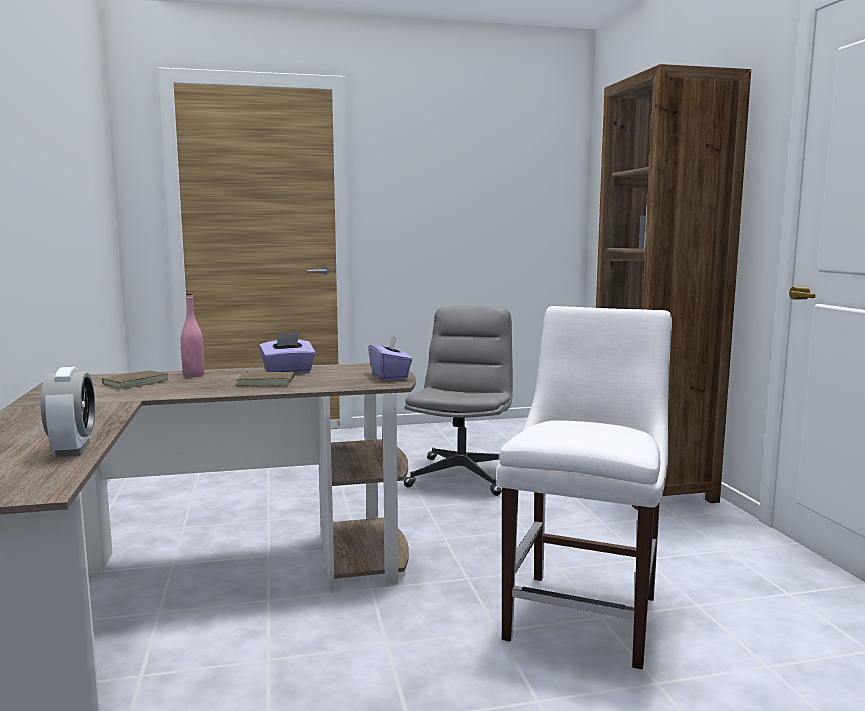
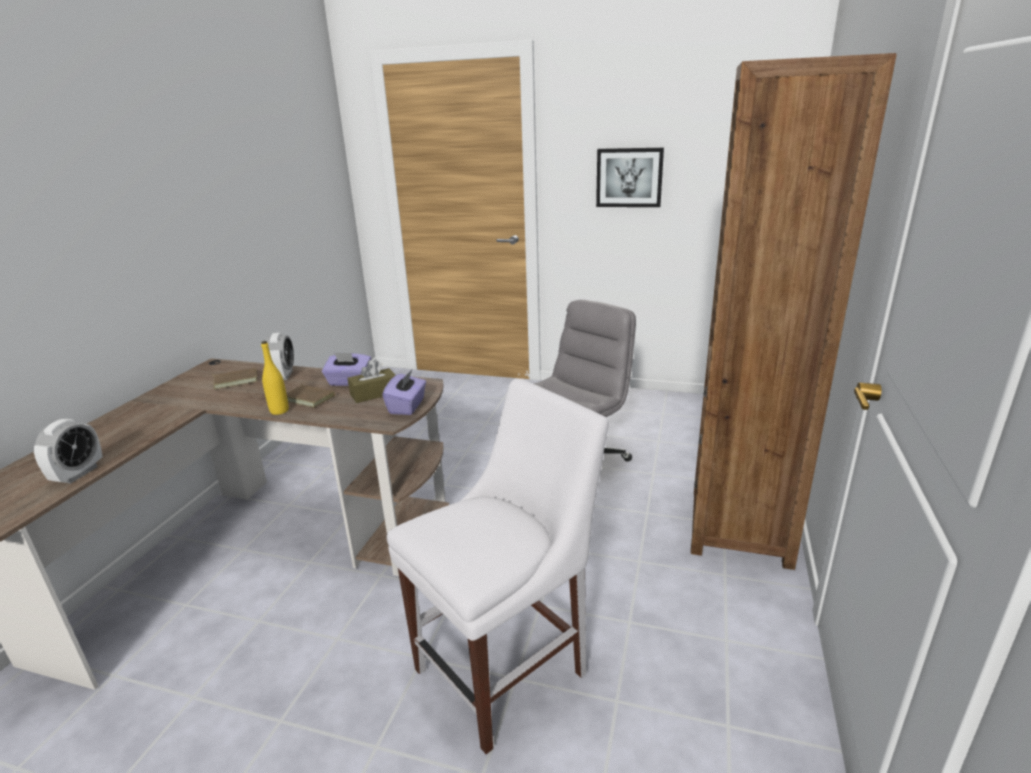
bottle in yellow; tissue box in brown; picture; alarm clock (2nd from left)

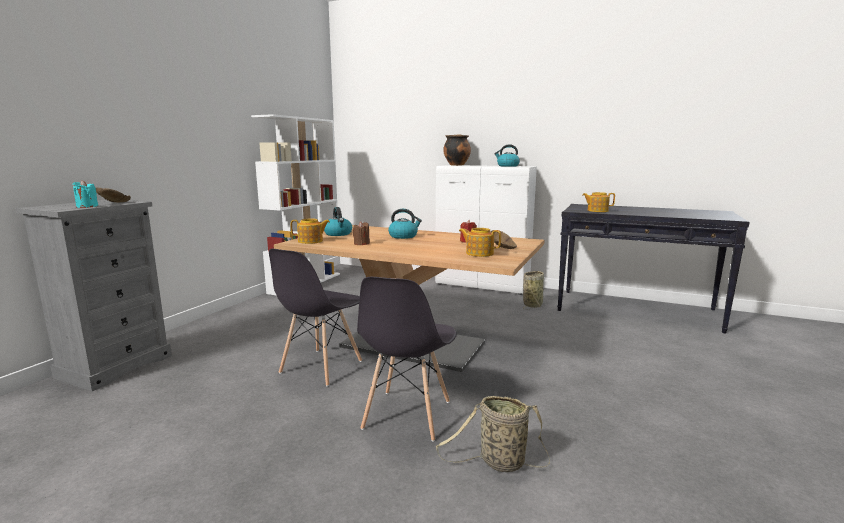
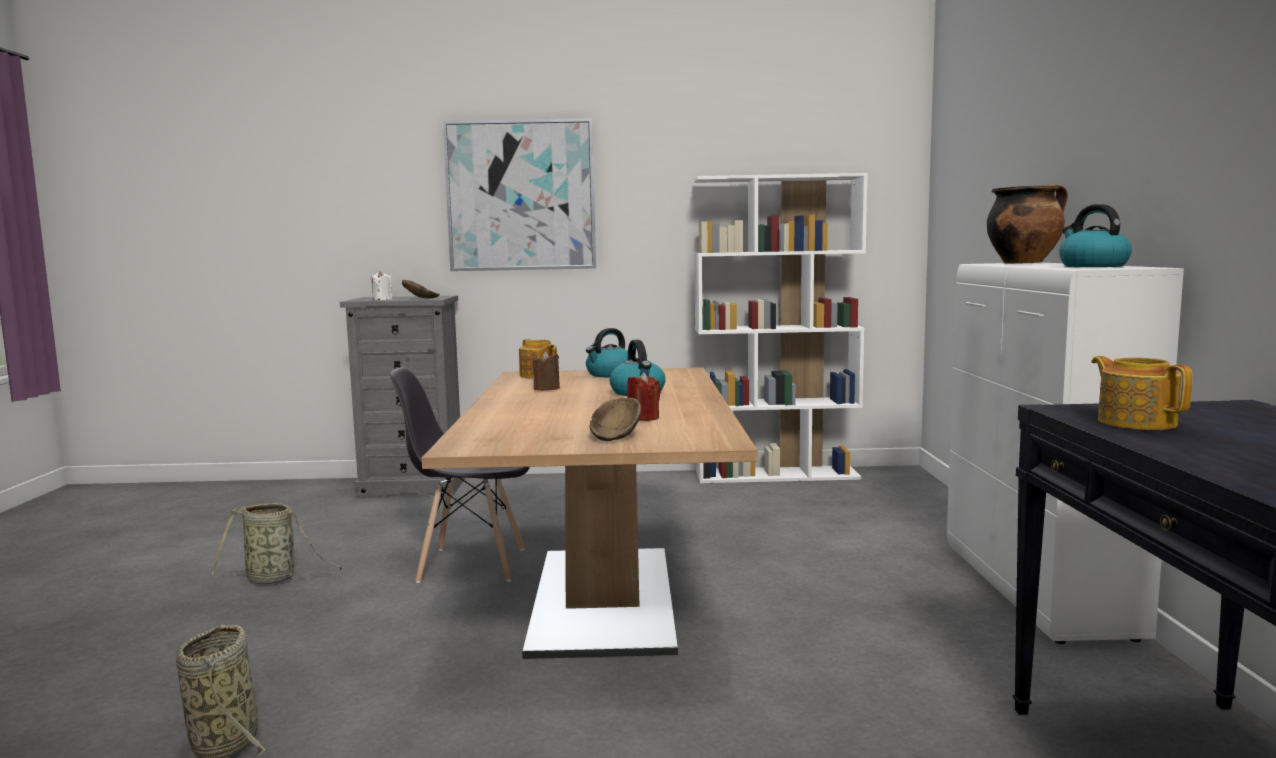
chair in grey (2nd from left in the first image); teapot (2nd from left in the first image); picture; basket (2nd from left); candle in white

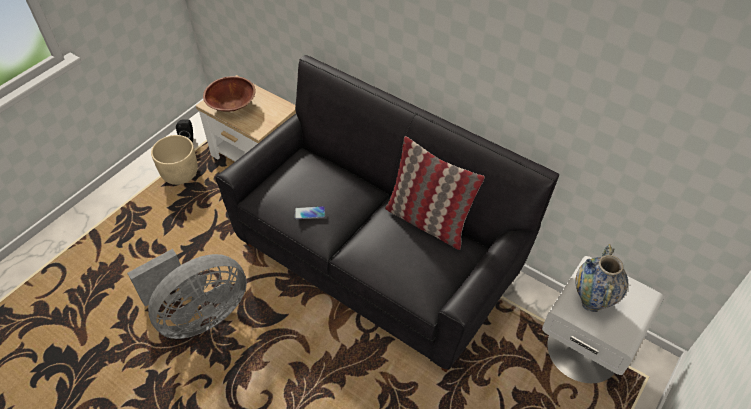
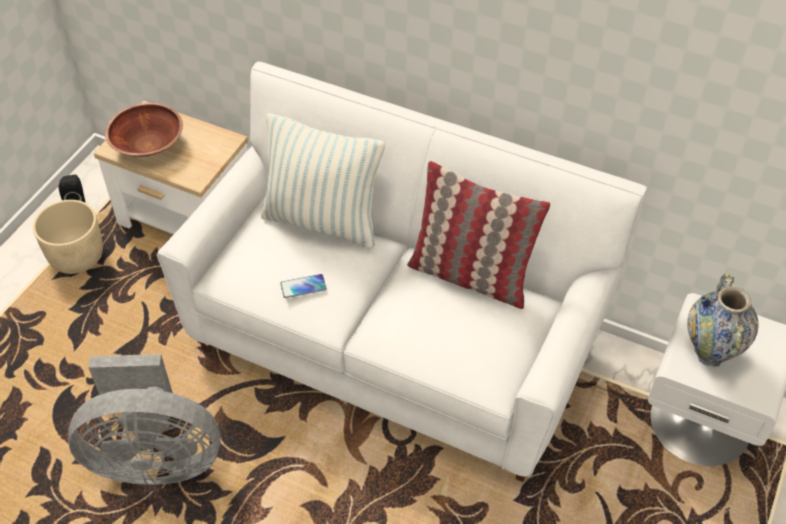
pillow (1st from left); sofa in white; fan in grey

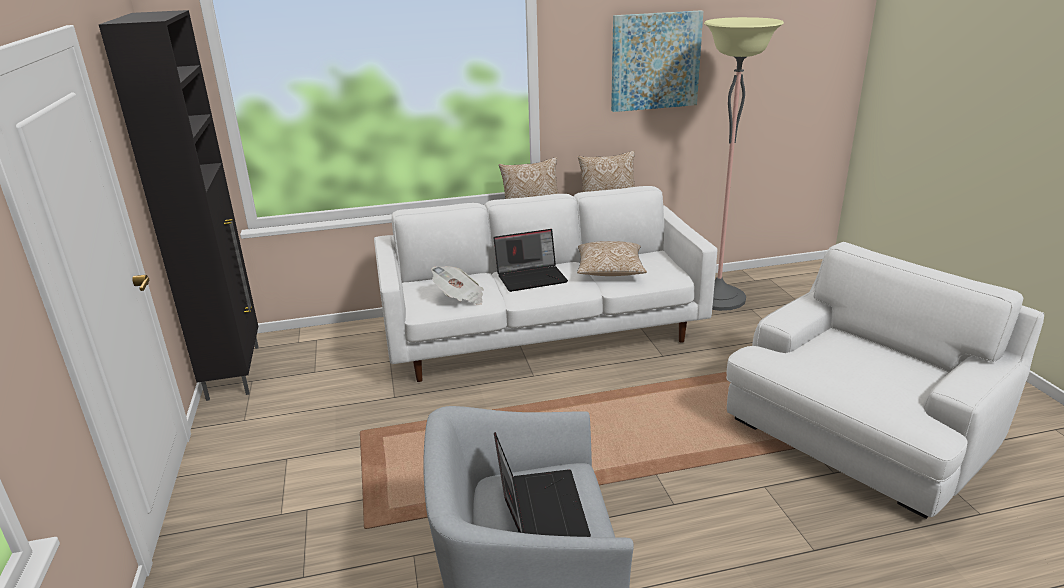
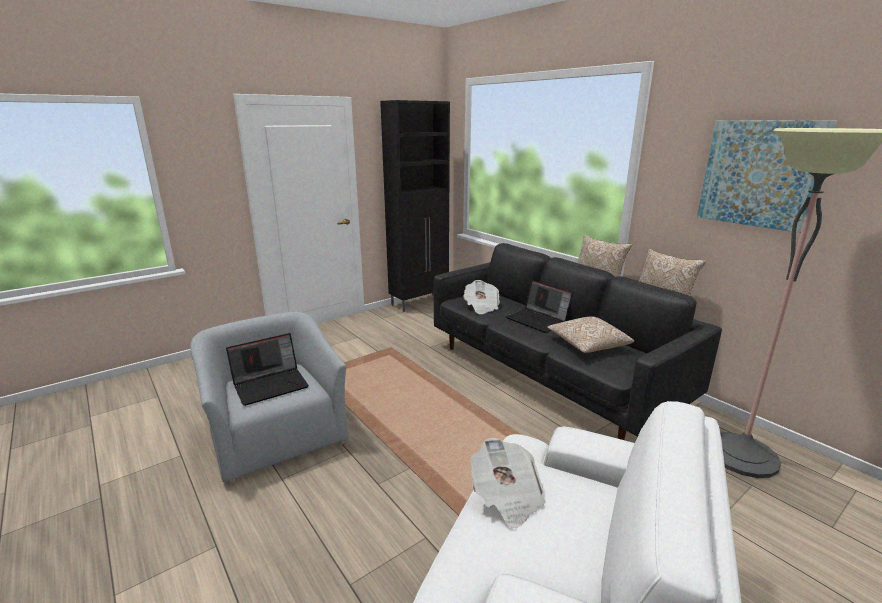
newspaper (2nd from left); sofa in black

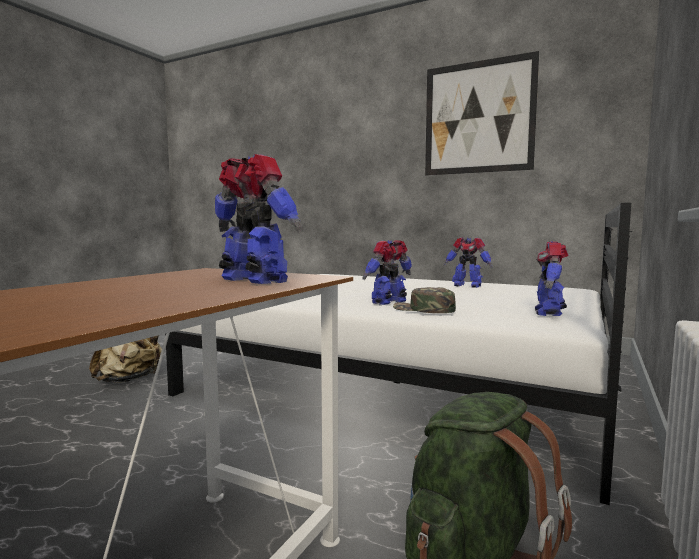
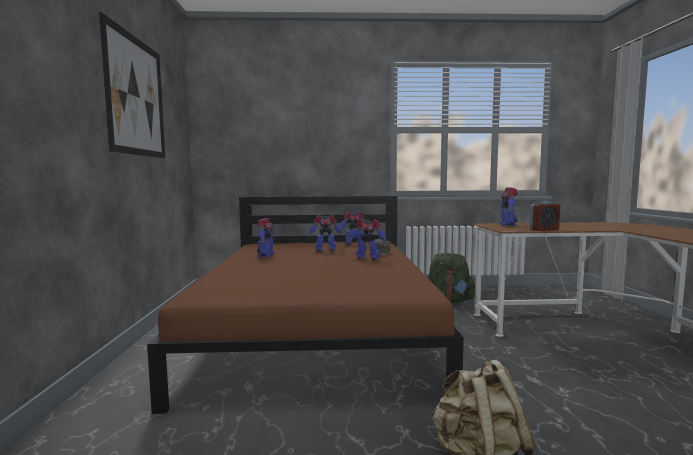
toy robot (2nd from left); alarm clock; bed in brown

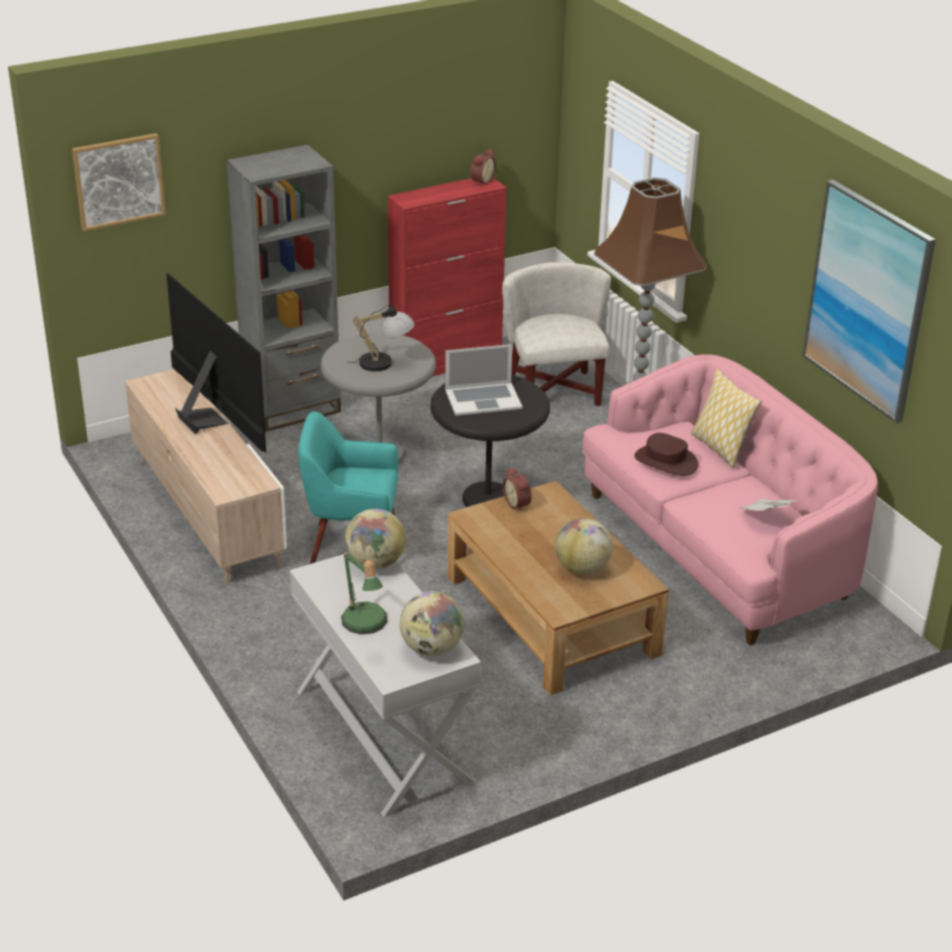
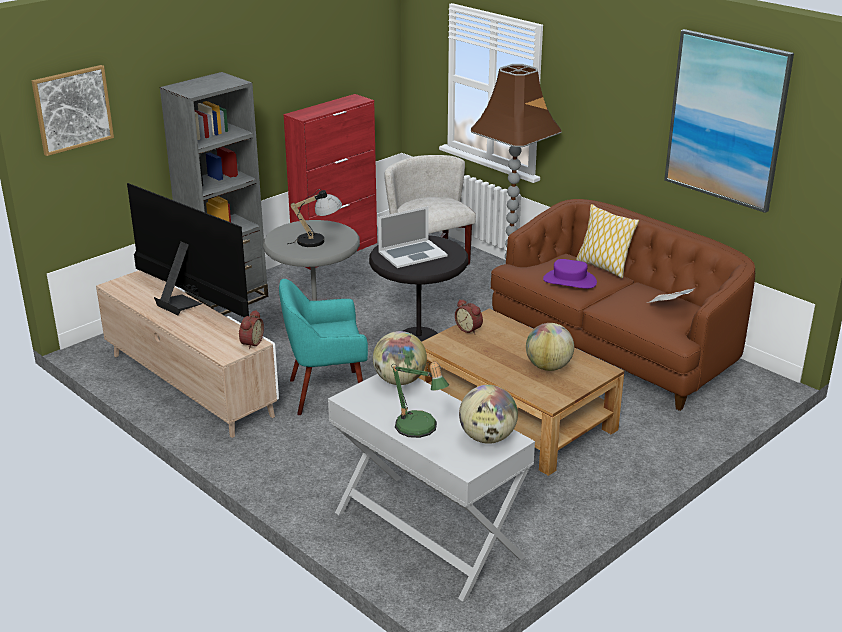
alarm clock (1st from left); sofa in brown; hat in purple

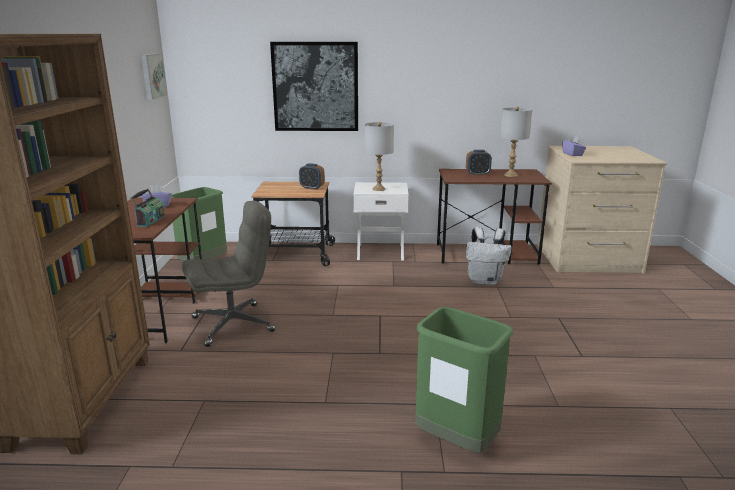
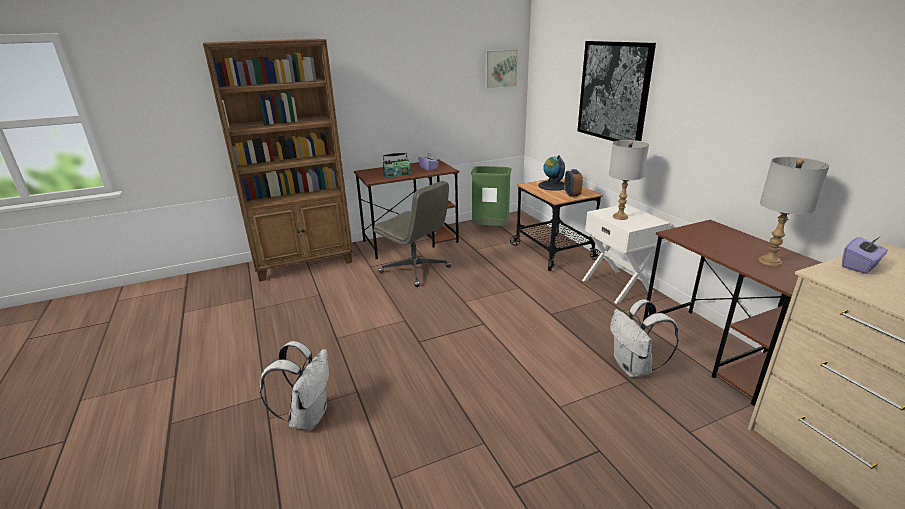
alarm clock (2nd from left in the first image); globe; backpack in white (1st from left)

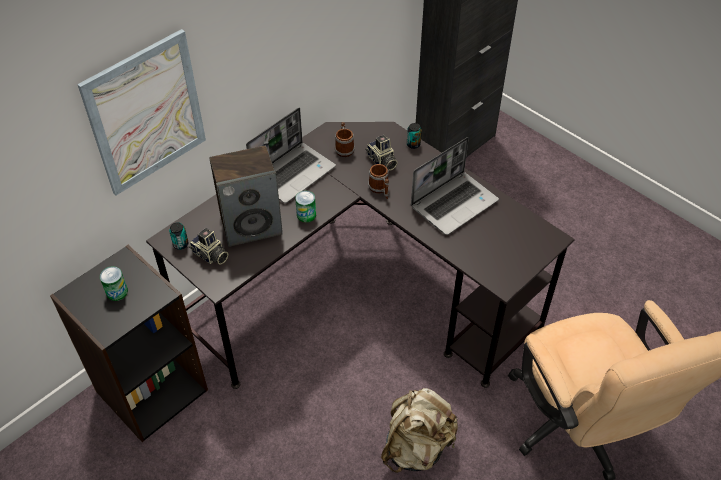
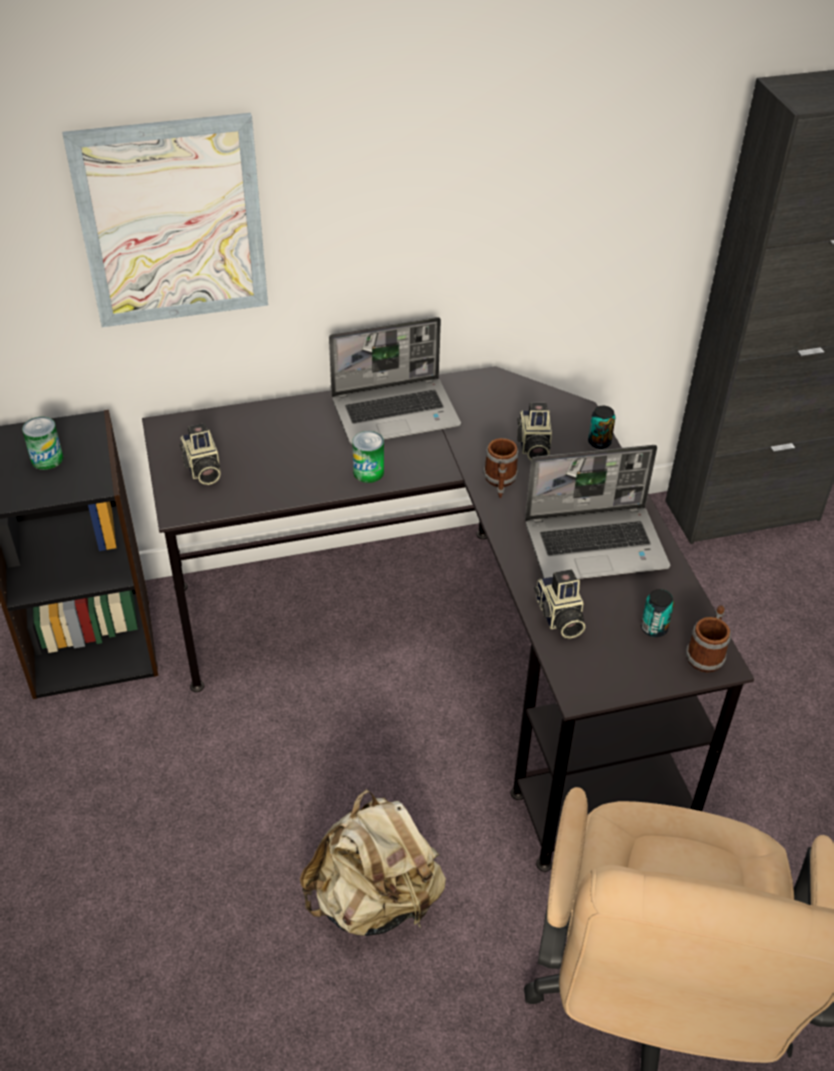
speaker; photo camera (3rd from left); can (4th from left); mug (2nd from left)

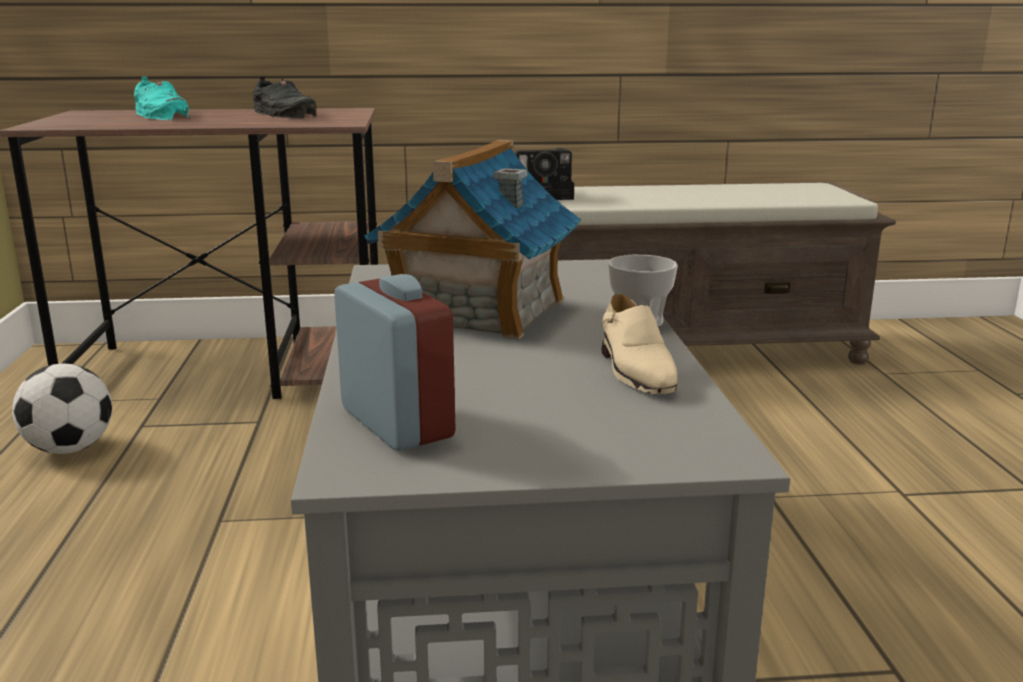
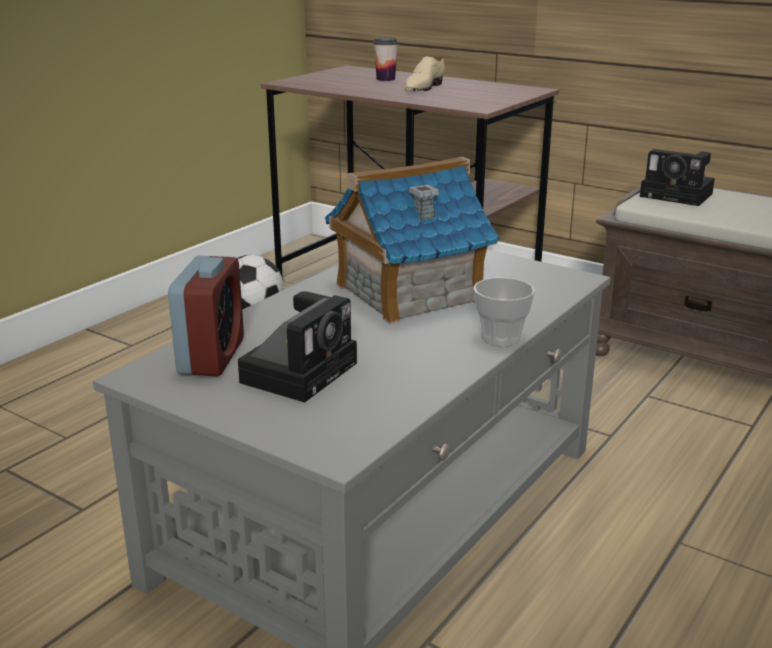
shoe in black; photo camera (1st from left); shoe in beige; cup (1st from left)

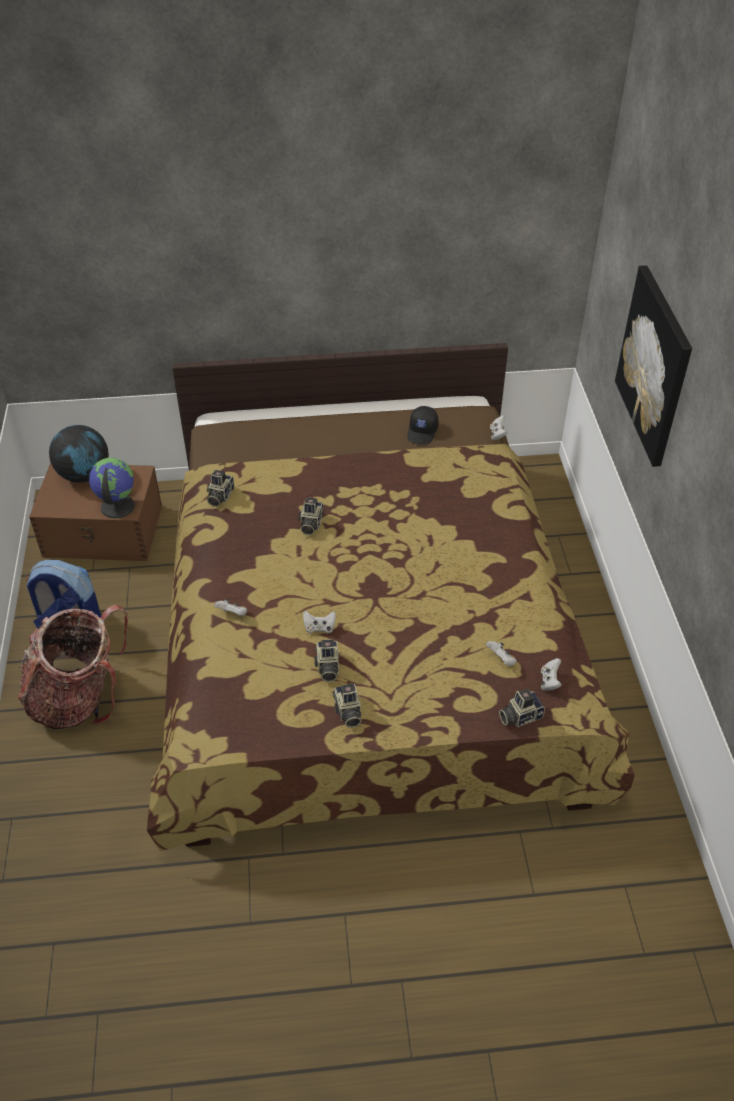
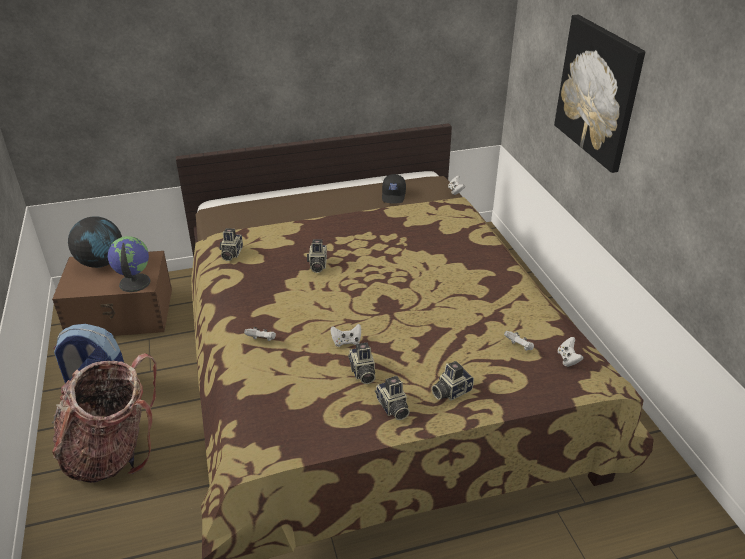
photo camera (5th from left)

